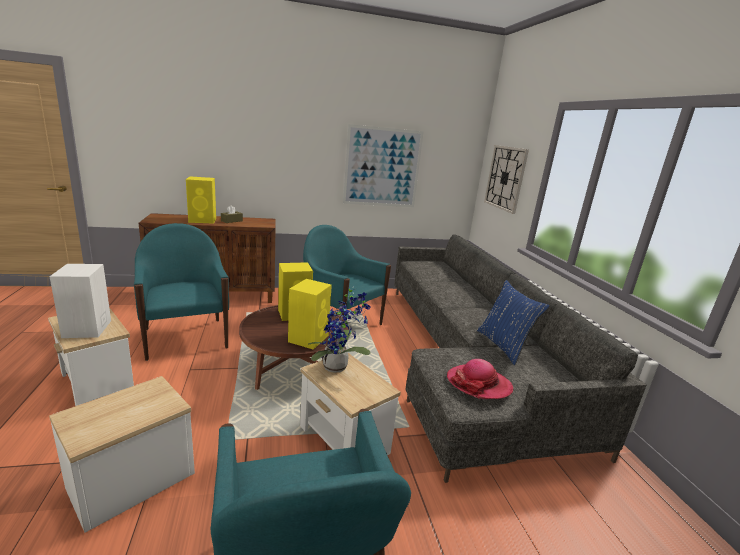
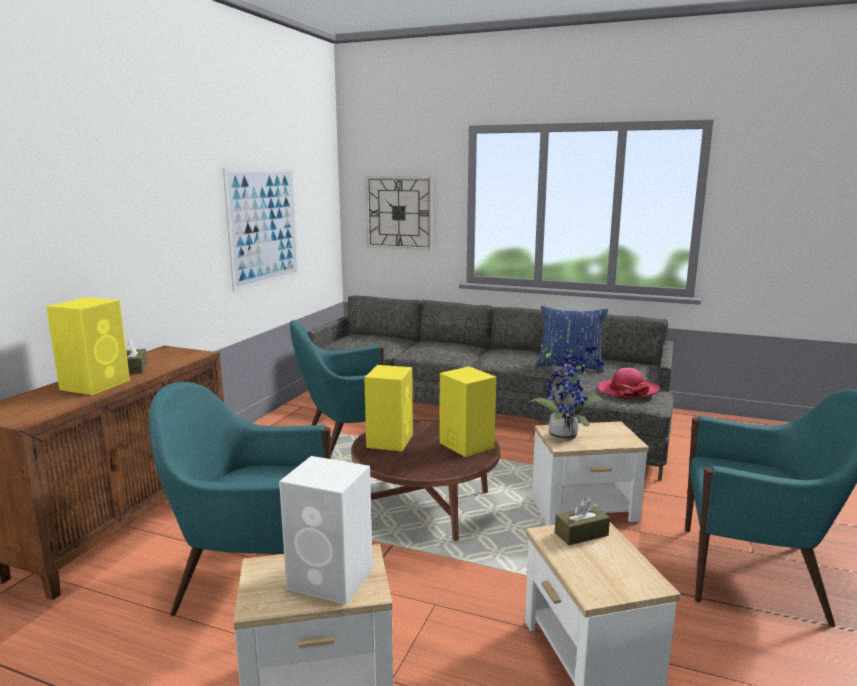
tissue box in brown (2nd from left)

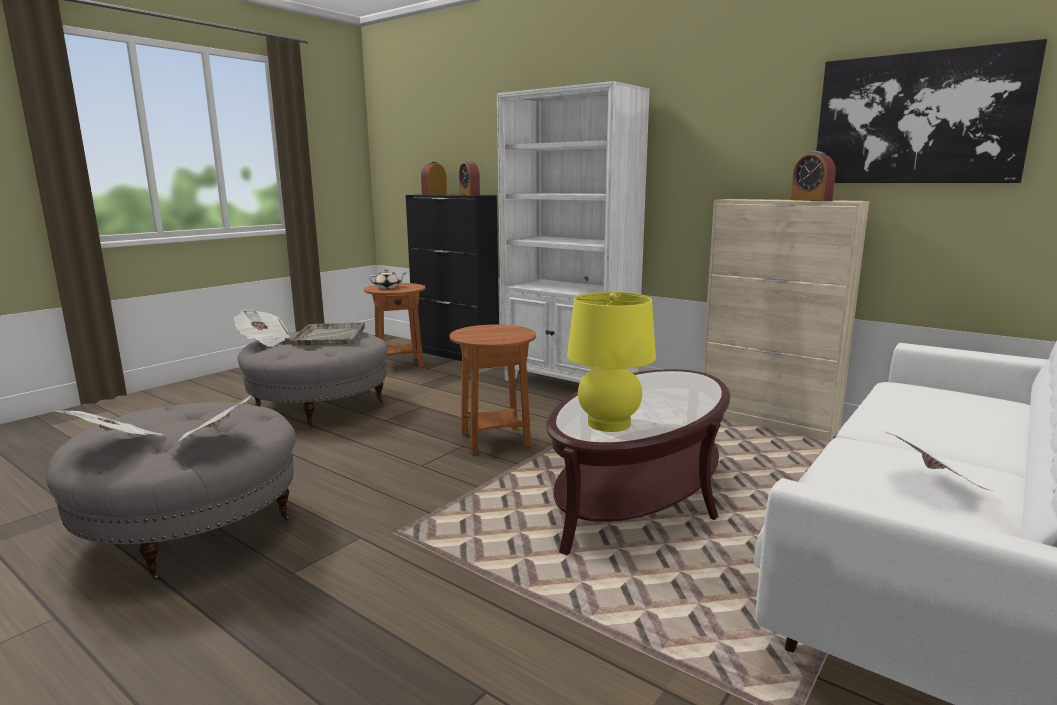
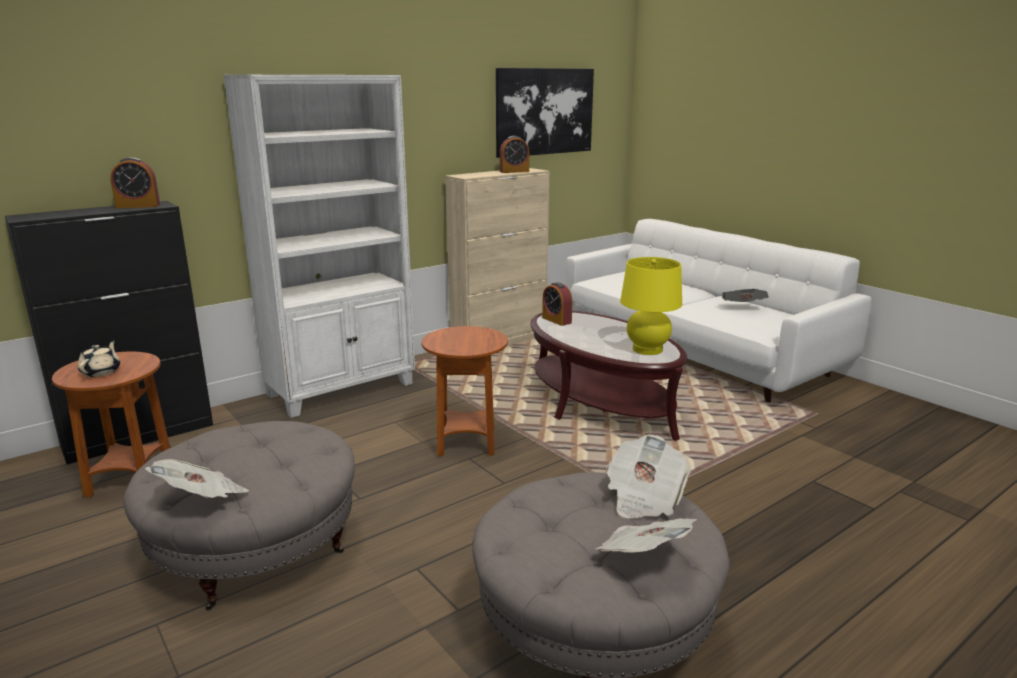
tray in grey; alarm clock (3rd from left)

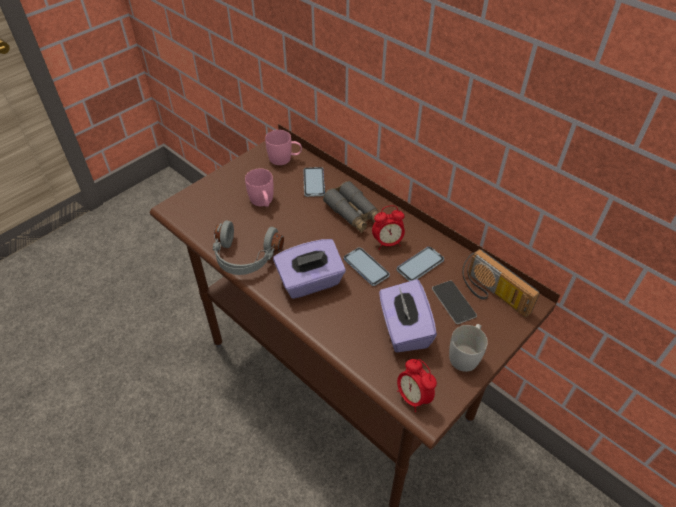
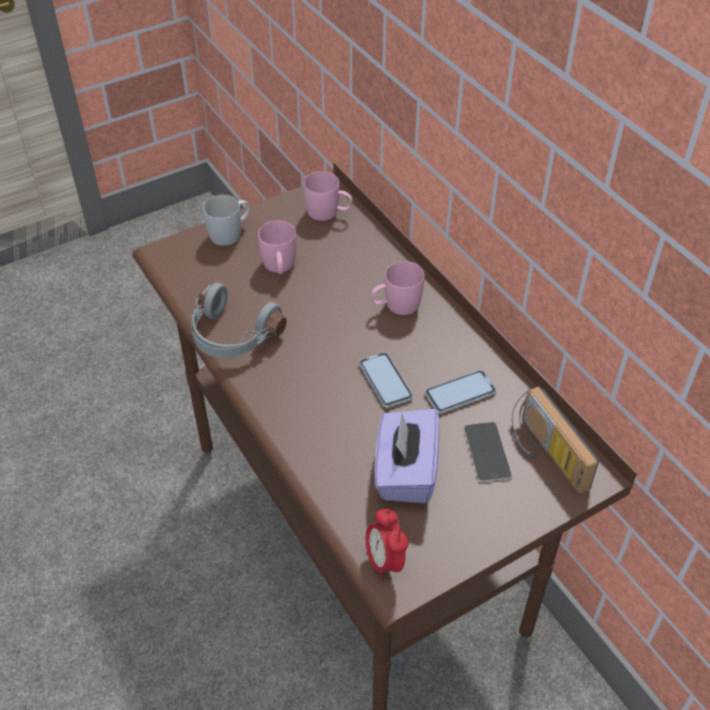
tissue box in purple (1st from left in the first image); phone (1st from left in the first image); alarm clock (1st from left in the first image); mug in white; mug in pink (3rd from left)

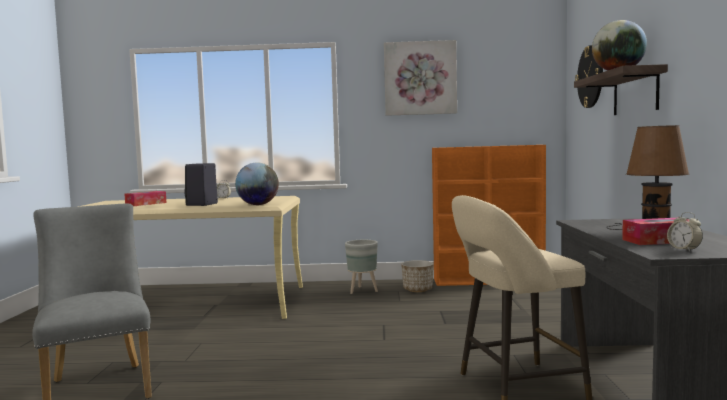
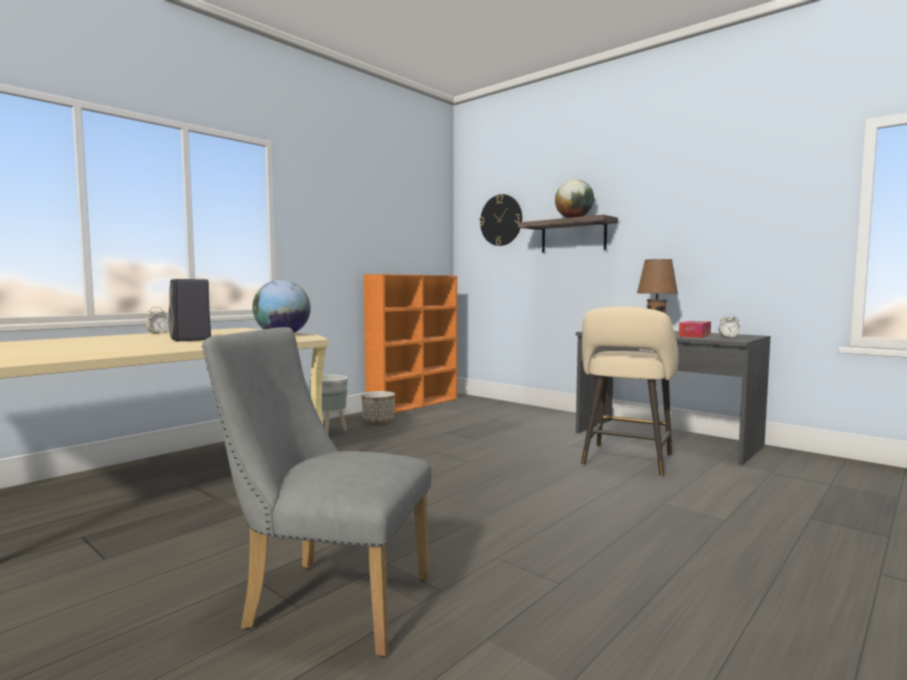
tissue box (1st from left in the first image); picture

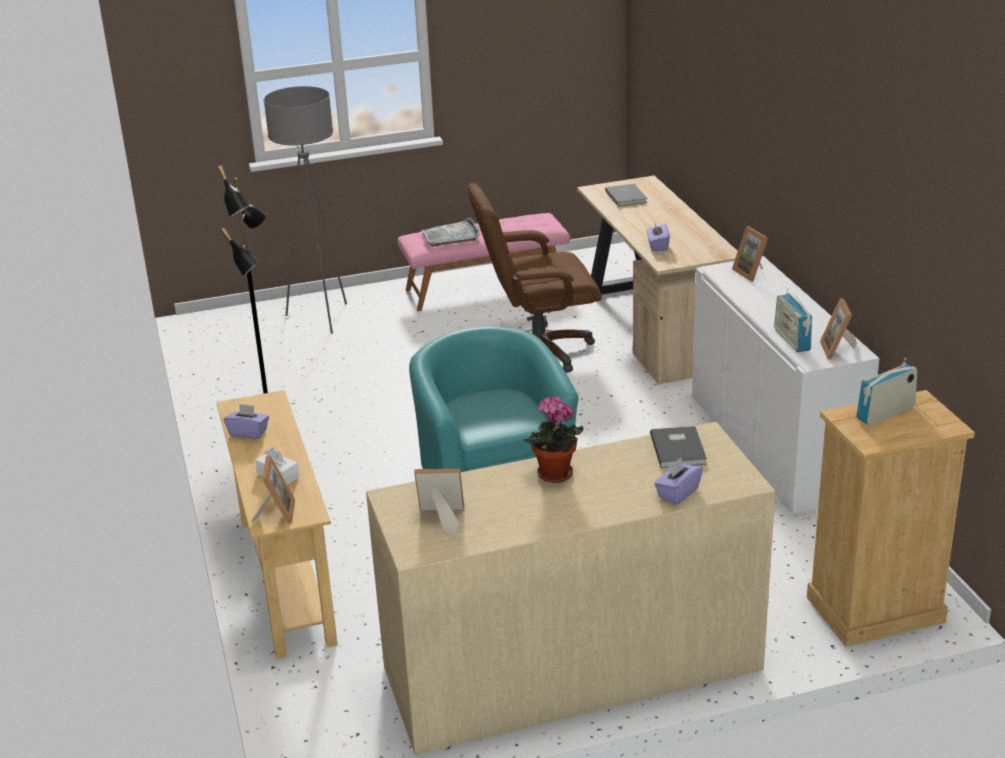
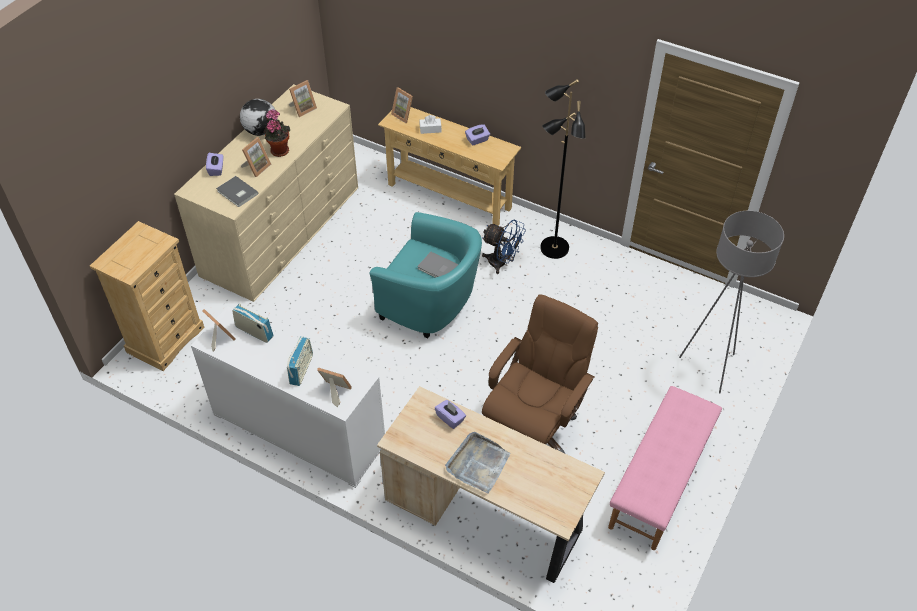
globe; picture frame (2nd from left); fan in blue; tray in grey; book in grey (2nd from left); radio (2nd from left)

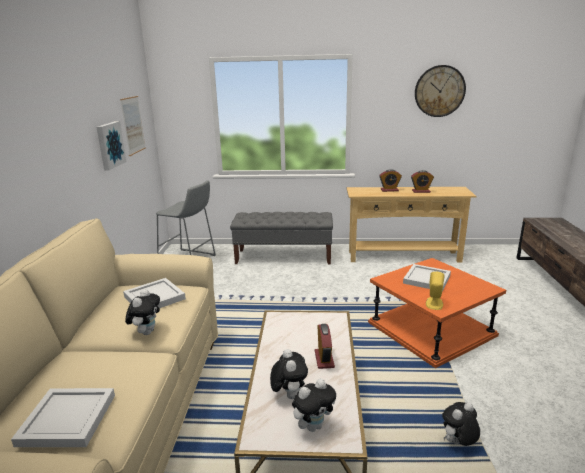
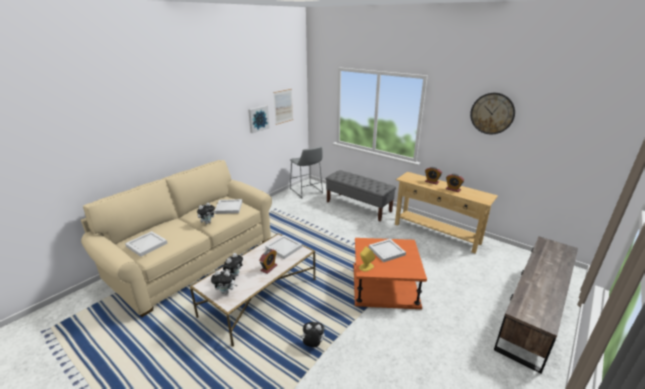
tray in white (3rd from left)

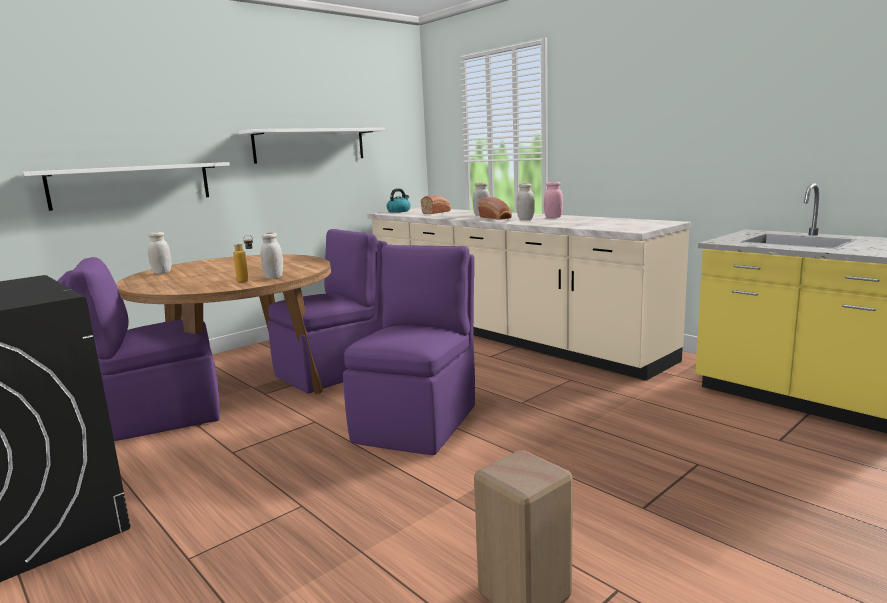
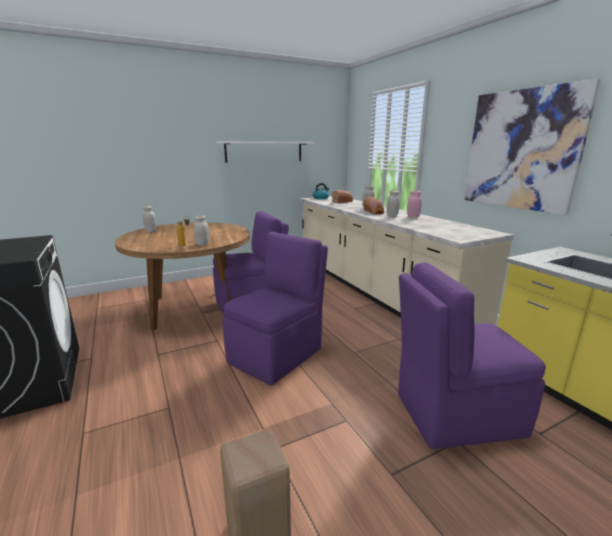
shelf in white (1st from left in the first image); picture; chair in purple (3rd from left)

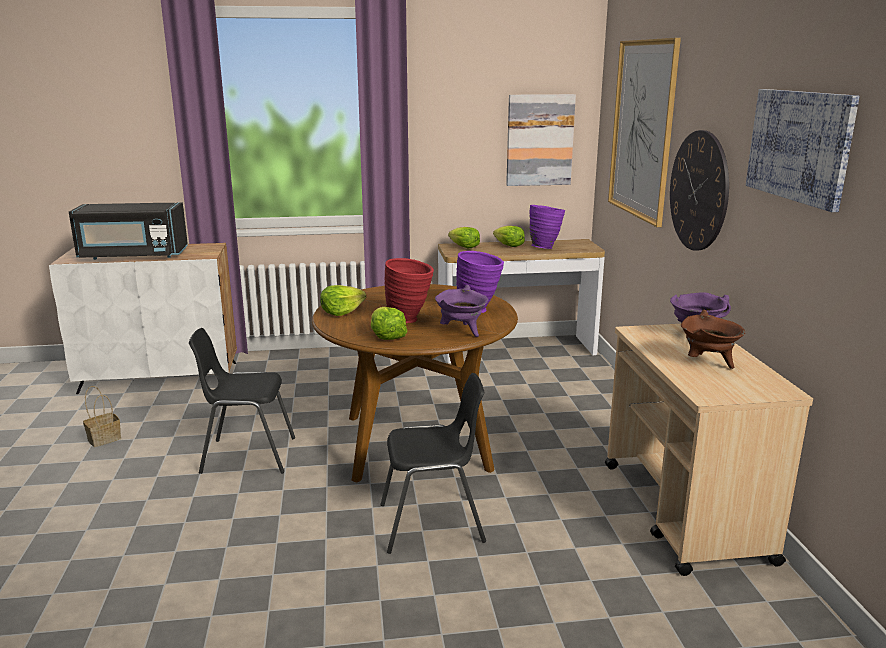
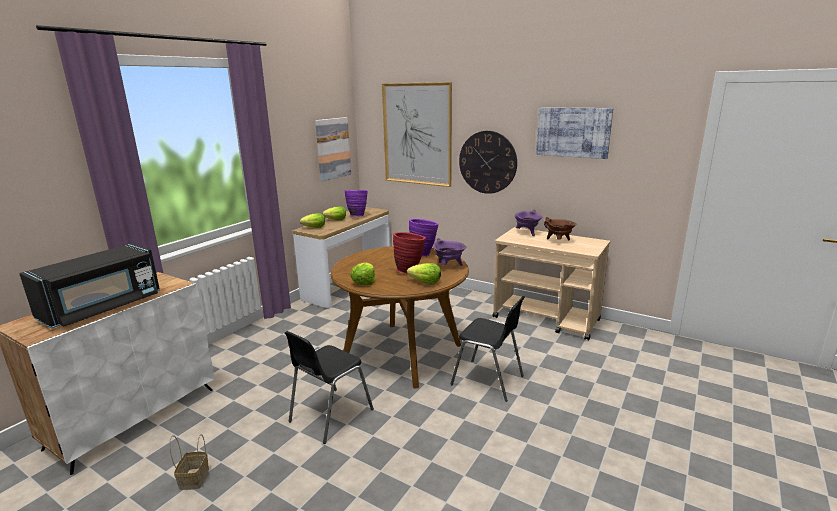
chair in black (2nd from left)

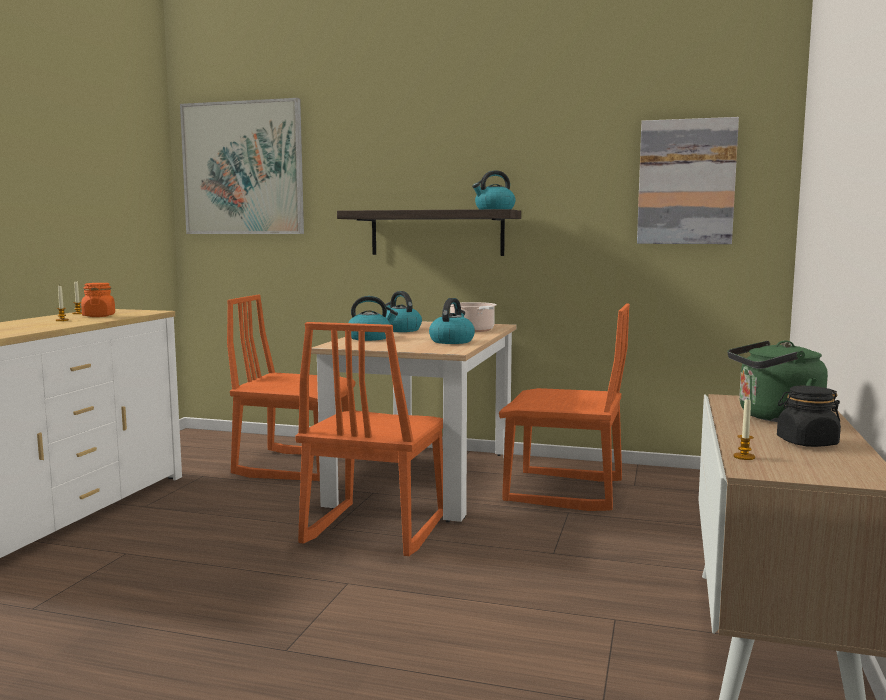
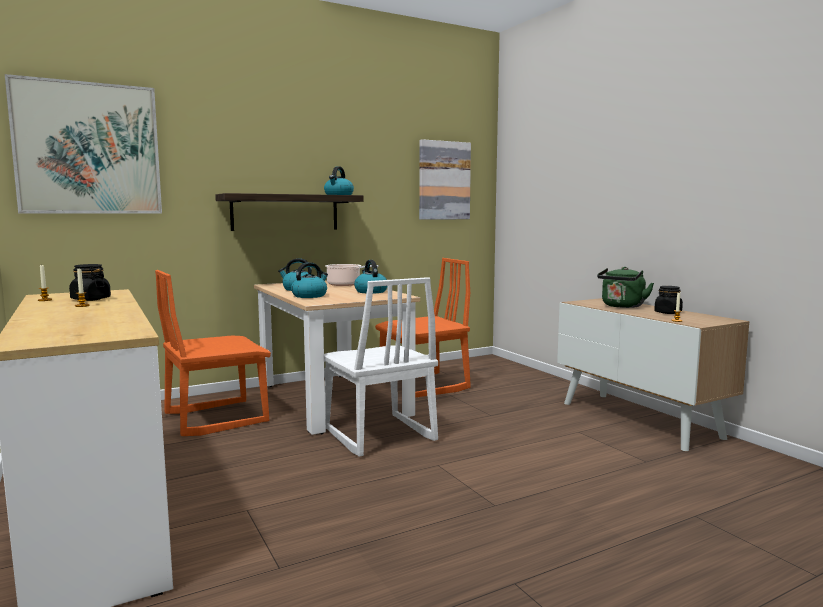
jar in black (1st from left); chair in white

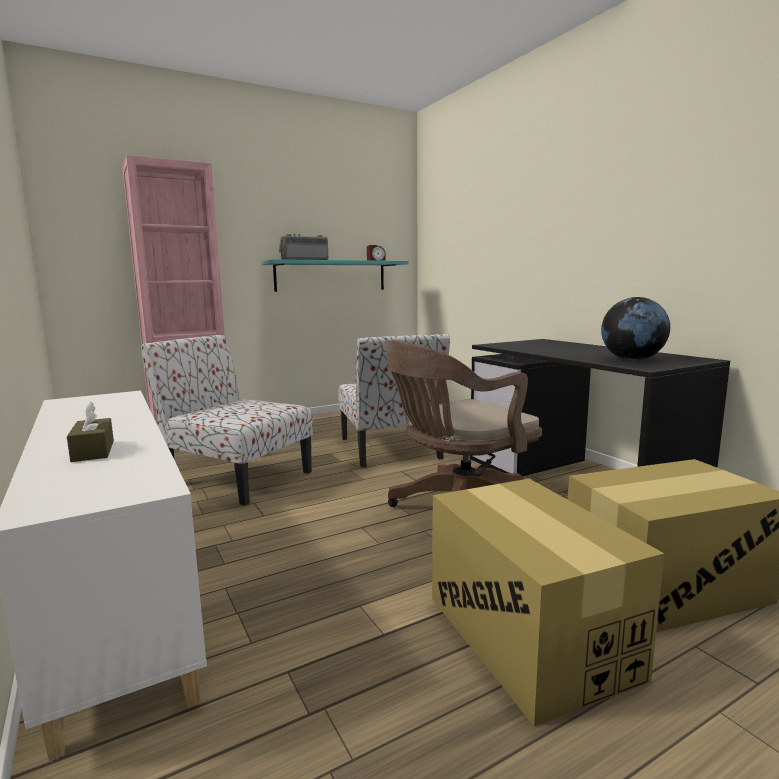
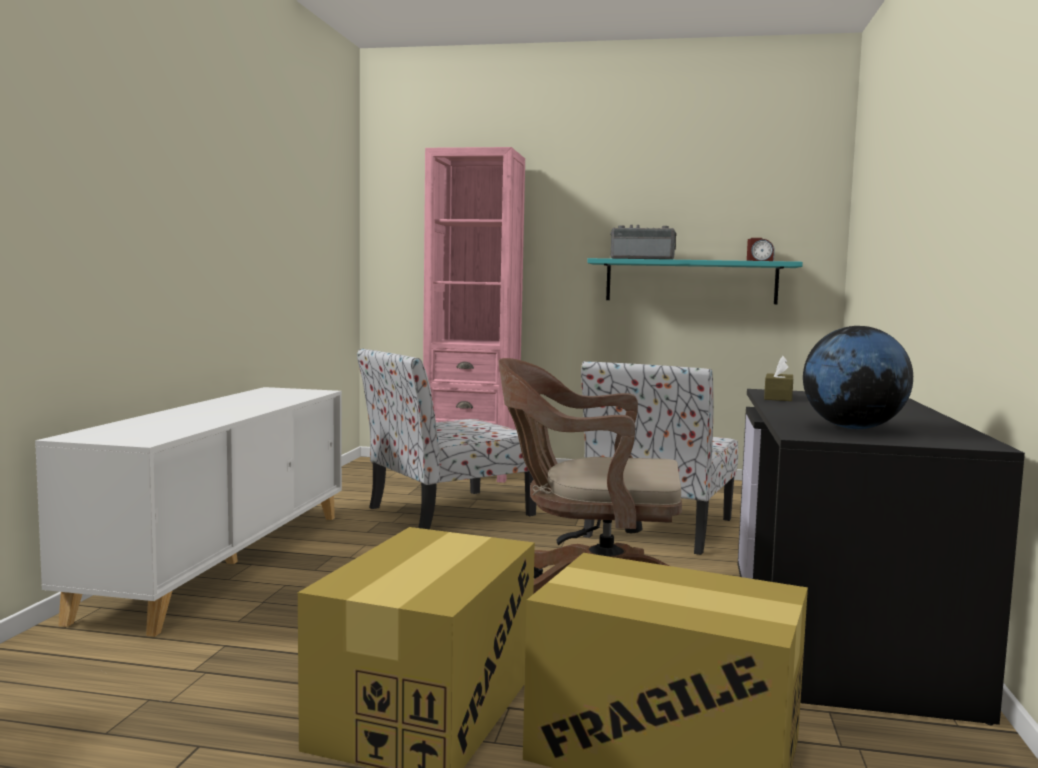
tissue box in brown; chair (1st from left)

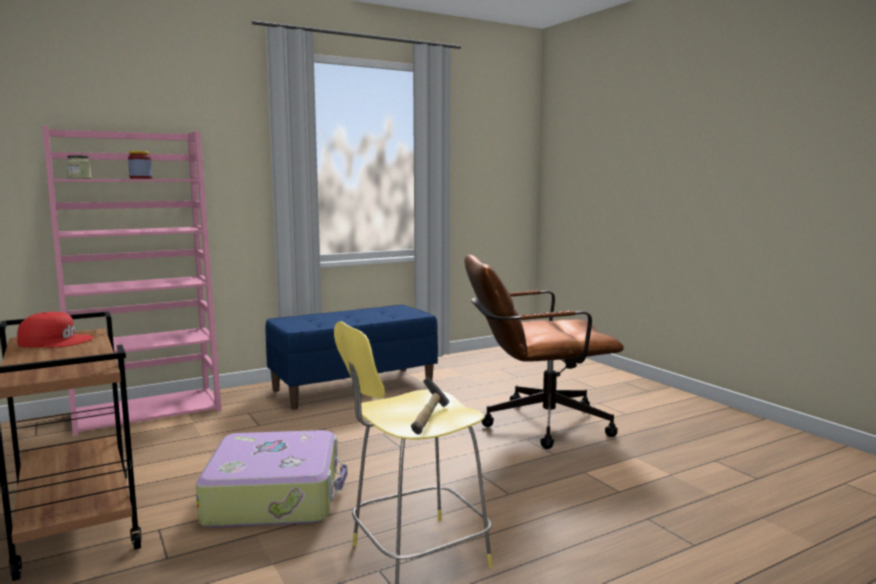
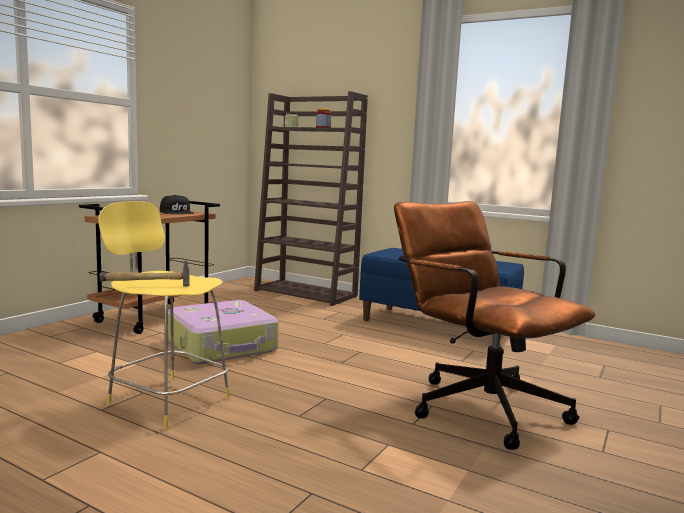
cap in black; bookcase in brown

